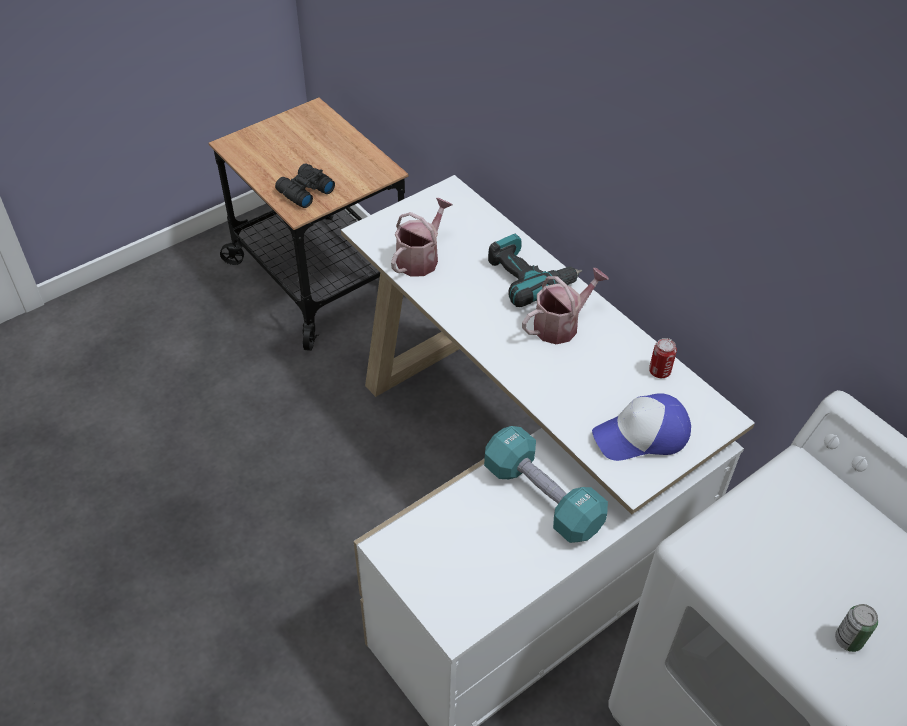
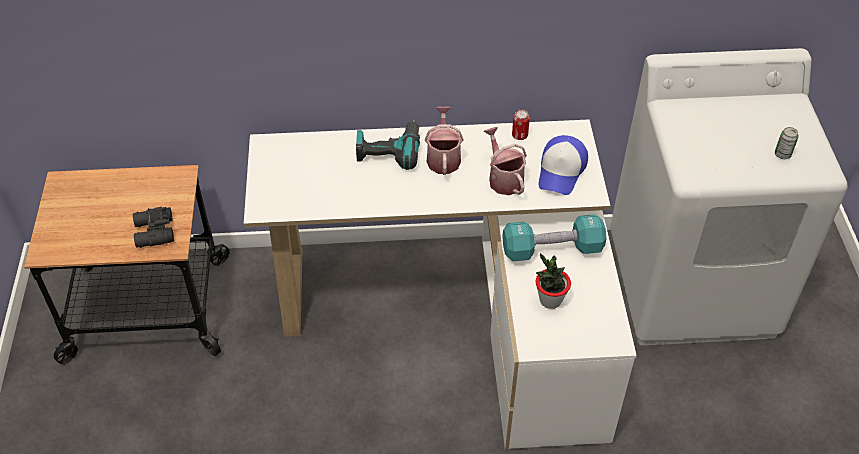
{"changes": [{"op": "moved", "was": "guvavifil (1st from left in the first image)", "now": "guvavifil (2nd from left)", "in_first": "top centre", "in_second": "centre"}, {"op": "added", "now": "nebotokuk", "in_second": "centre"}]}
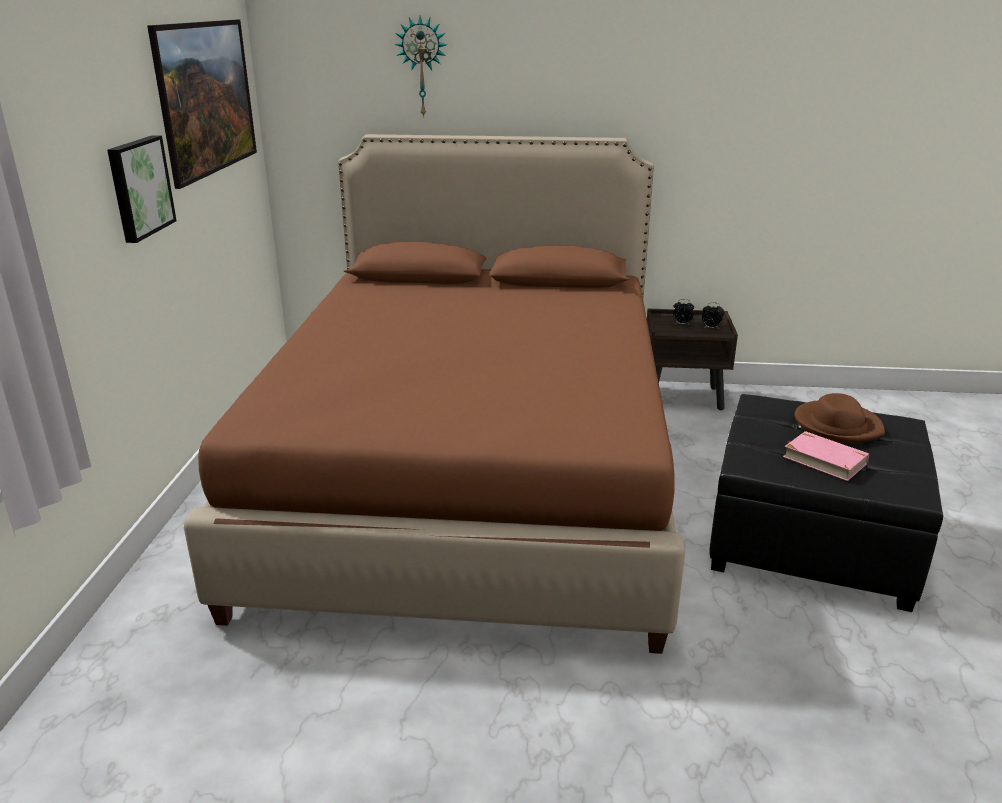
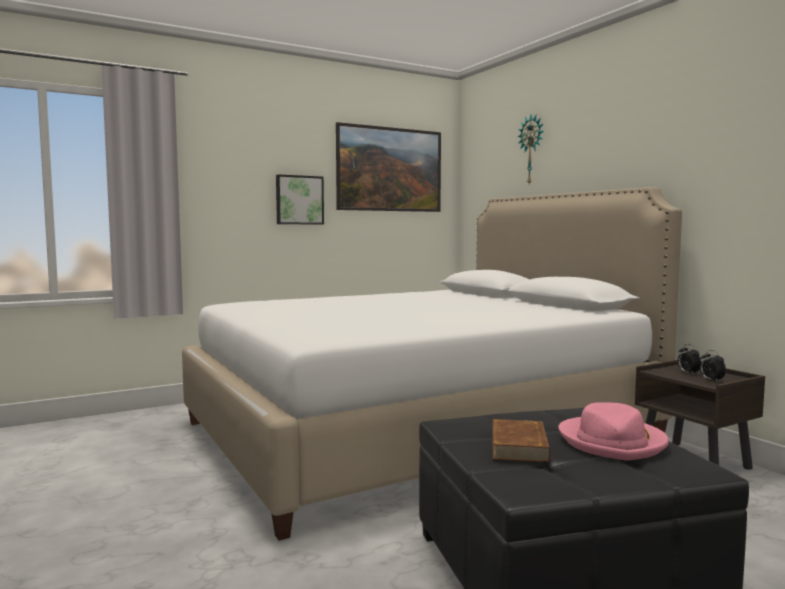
{"changes": [{"op": "recoloured", "was": "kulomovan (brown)", "now": "kulomovan (white)", "in_first": "centre", "in_second": "centre"}, {"op": "recoloured", "was": "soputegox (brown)", "now": "soputegox (pink)", "in_first": "middle right", "in_second": "bottom right"}, {"op": "recoloured", "was": "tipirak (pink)", "now": "tipirak (brown)", "in_first": "middle right", "in_second": "bottom centre"}]}
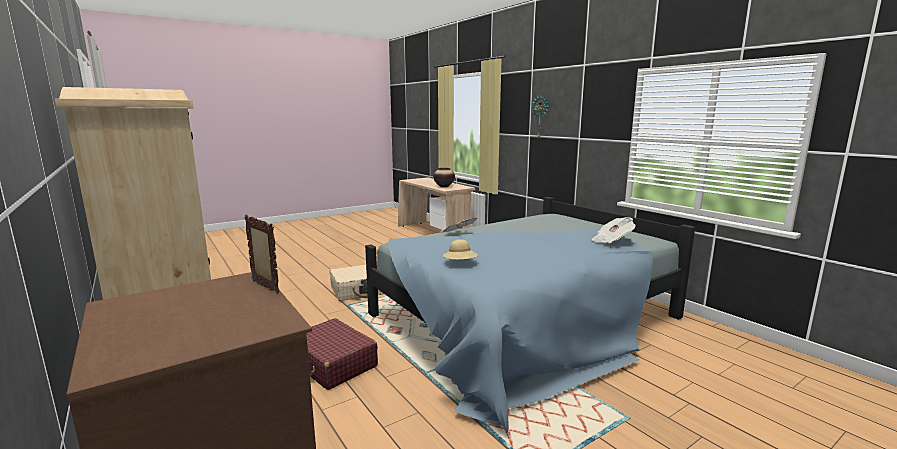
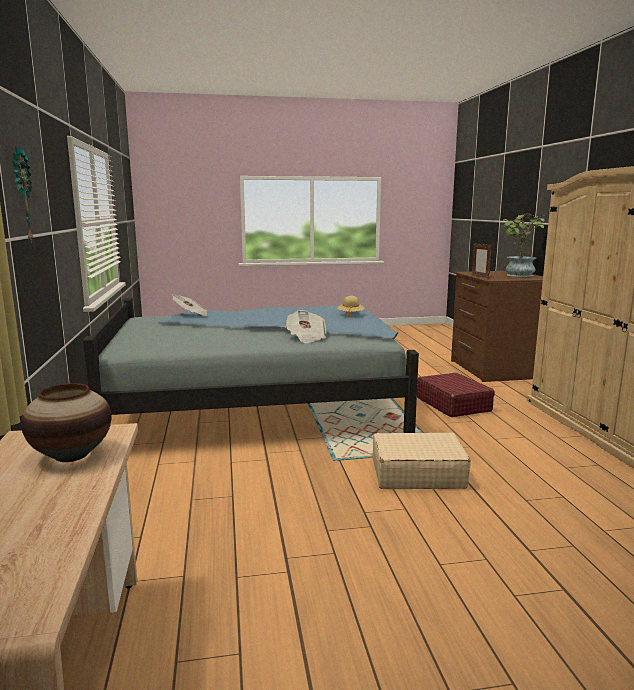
{"changes": [{"op": "added", "now": "nebotokuk", "in_second": "middle right"}]}
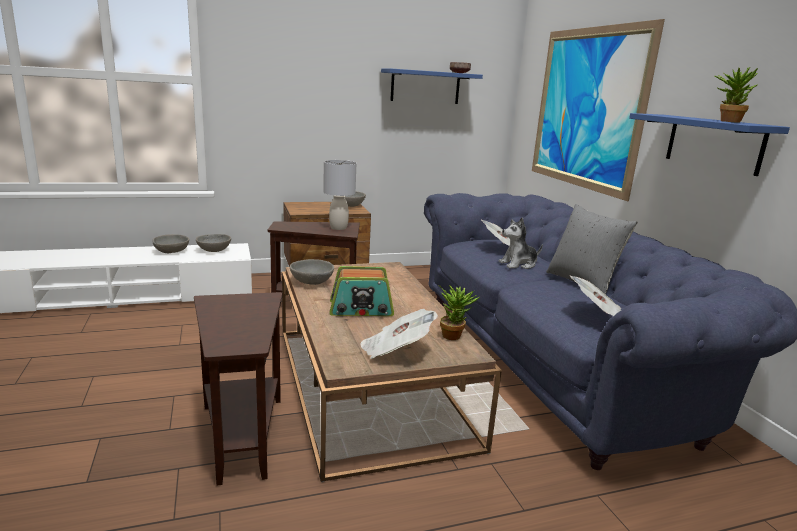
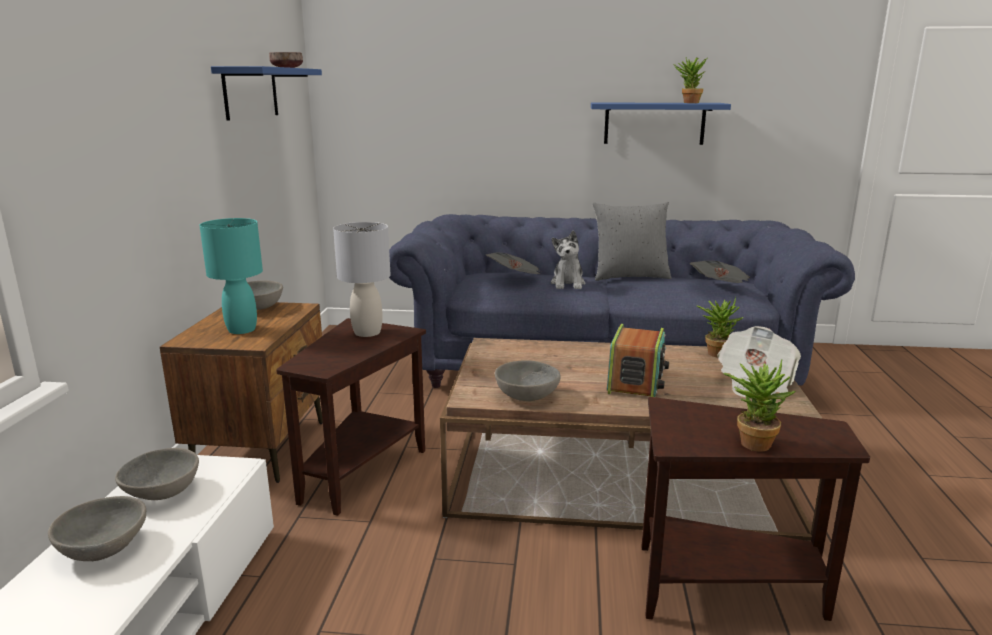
{"changes": [{"op": "removed", "was": "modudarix", "in_first": "top right"}, {"op": "added", "now": "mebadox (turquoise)", "in_second": "middle left"}, {"op": "added", "now": "nebotokuk (3rd from left)", "in_second": "middle right"}]}
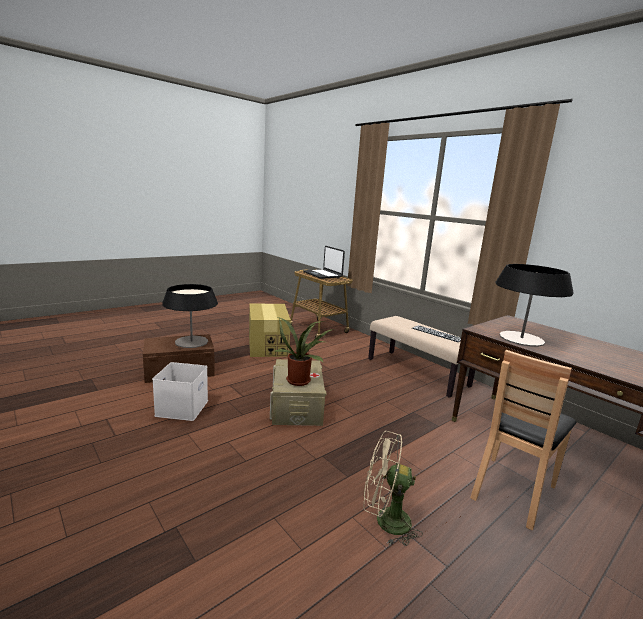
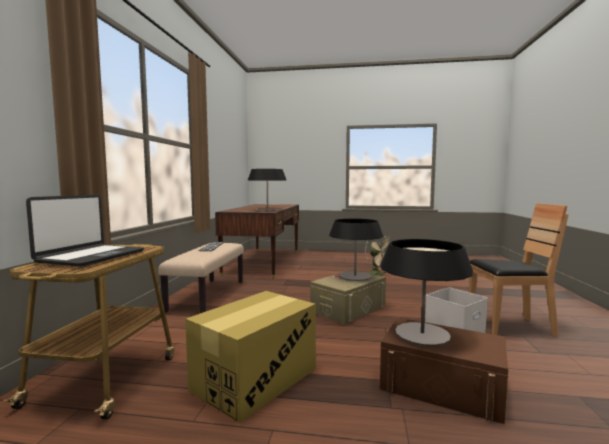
{"changes": [{"op": "replaced", "was": "nebotokuk", "now": "mebadox (2nd from left)", "in_first": "centre", "in_second": "centre"}, {"op": "moved", "was": "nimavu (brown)", "in_first": "bottom right", "in_second": "middle right"}]}
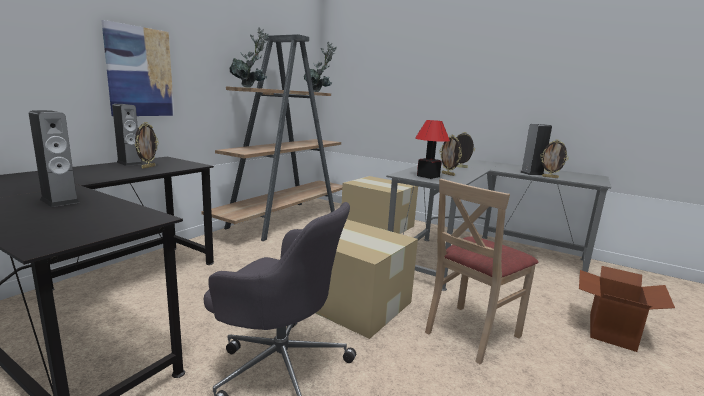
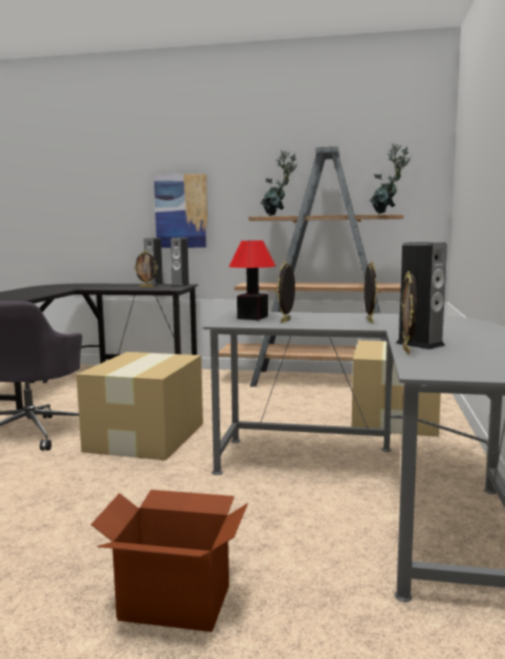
{"changes": [{"op": "moved", "was": "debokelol (1st from left in the first image)", "now": "debokelol (2nd from left)", "in_first": "middle left", "in_second": "centre"}, {"op": "removed", "was": "nimavu (beige)", "in_first": "bottom right"}]}
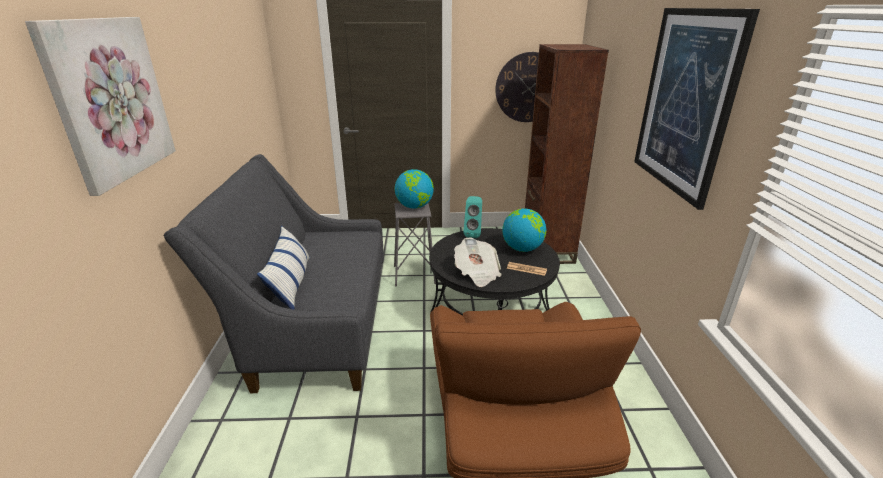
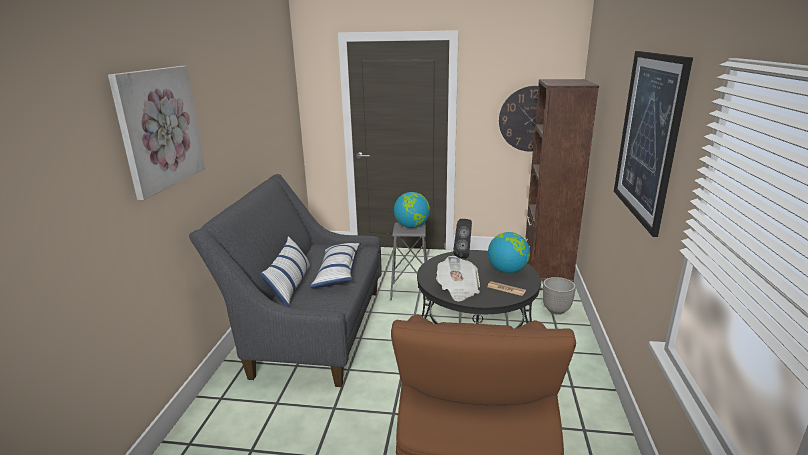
{"changes": [{"op": "recoloured", "was": "debokelol (turquoise)", "now": "debokelol (black)", "in_first": "centre", "in_second": "centre"}, {"op": "added", "now": "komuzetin (2nd from left)", "in_second": "centre"}, {"op": "added", "now": "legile", "in_second": "middle right"}]}
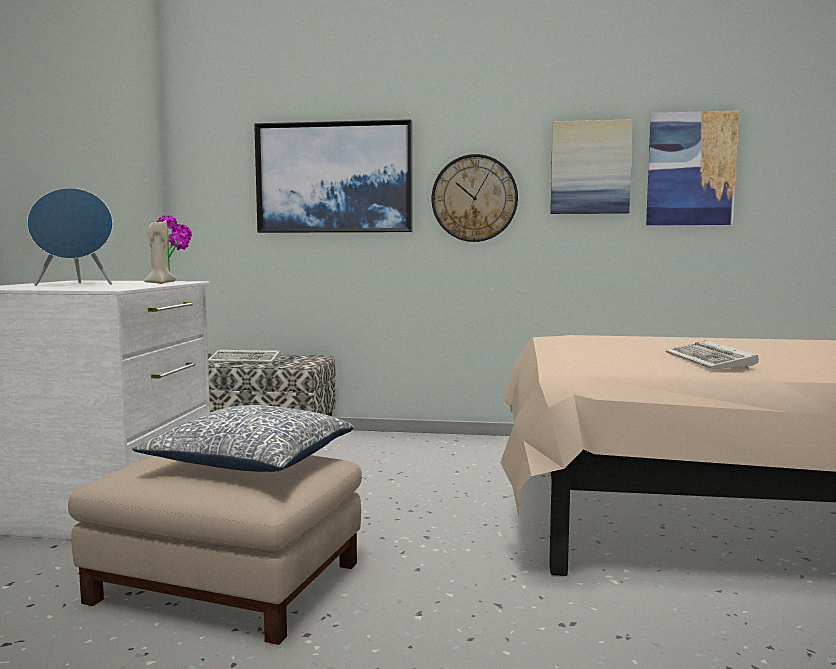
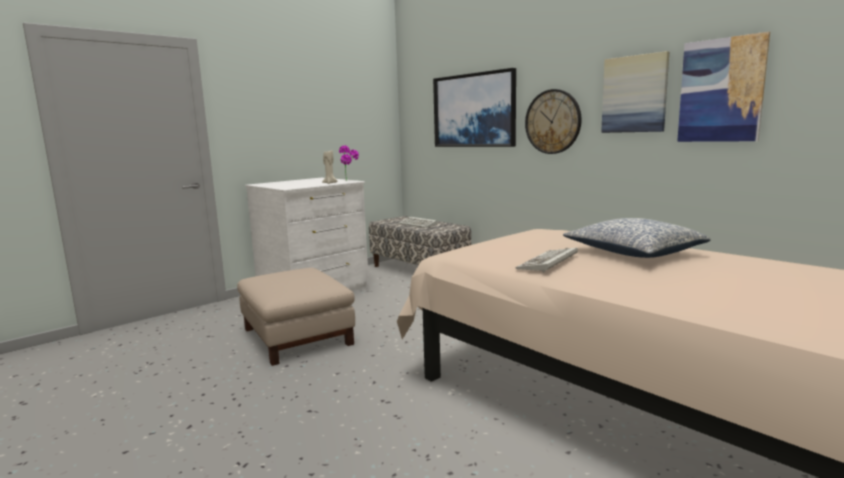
{"changes": [{"op": "removed", "was": "debokelol (blue)", "in_first": "middle left"}, {"op": "moved", "was": "komuzetin", "in_first": "middle left", "in_second": "middle right"}]}
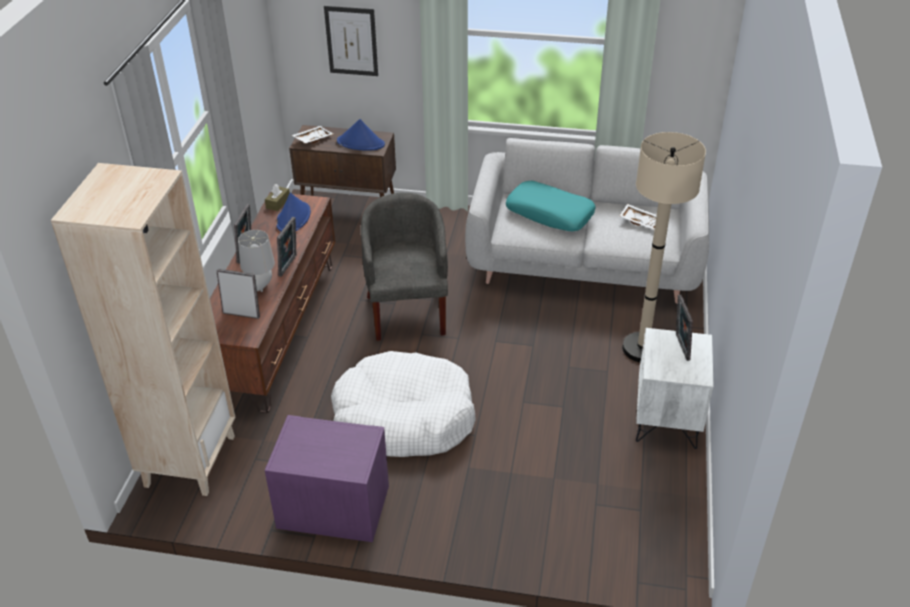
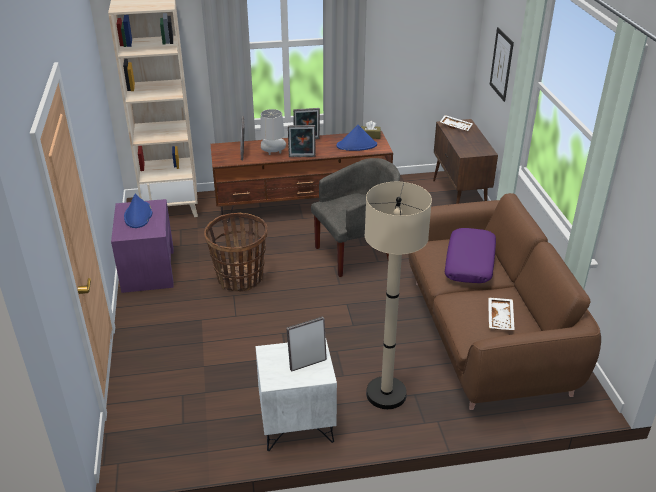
{"changes": [{"op": "moved", "was": "soputegox (blue) (2nd from left in the first image)", "now": "soputegox (blue) (1st from left)", "in_first": "top centre", "in_second": "middle left"}, {"op": "recoloured", "was": "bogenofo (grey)", "now": "bogenofo (brown)", "in_first": "centre", "in_second": "middle right"}, {"op": "recoloured", "was": "komuzetin (turquoise)", "now": "komuzetin (purple)", "in_first": "centre", "in_second": "middle right"}, {"op": "replaced", "was": "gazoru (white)", "now": "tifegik", "in_first": "centre", "in_second": "centre"}]}
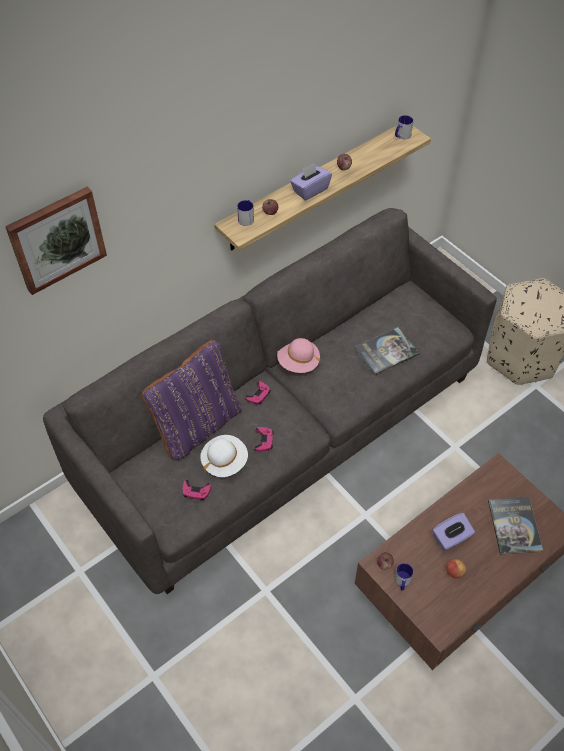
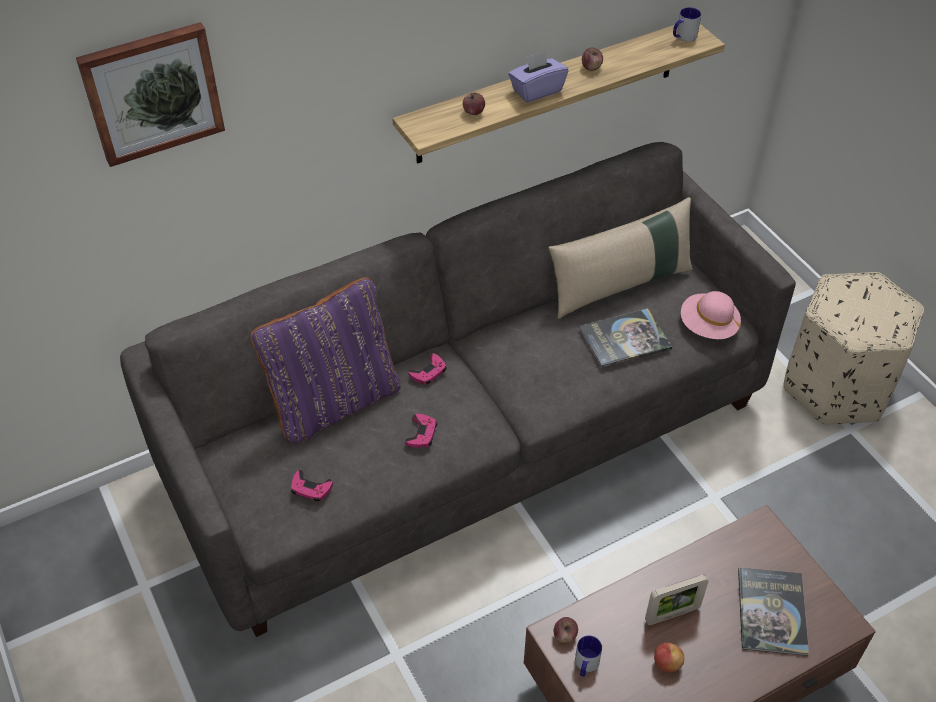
{"changes": [{"op": "removed", "was": "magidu (1st from left)", "in_first": "top centre"}, {"op": "moved", "was": "soputegox (pink)", "in_first": "centre", "in_second": "middle right"}, {"op": "removed", "was": "soputegox (white)", "in_first": "centre"}, {"op": "replaced", "was": "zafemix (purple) (2nd from left)", "now": "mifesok", "in_first": "bottom right", "in_second": "bottom right"}, {"op": "added", "now": "komuzetin (beige)", "in_second": "centre"}]}
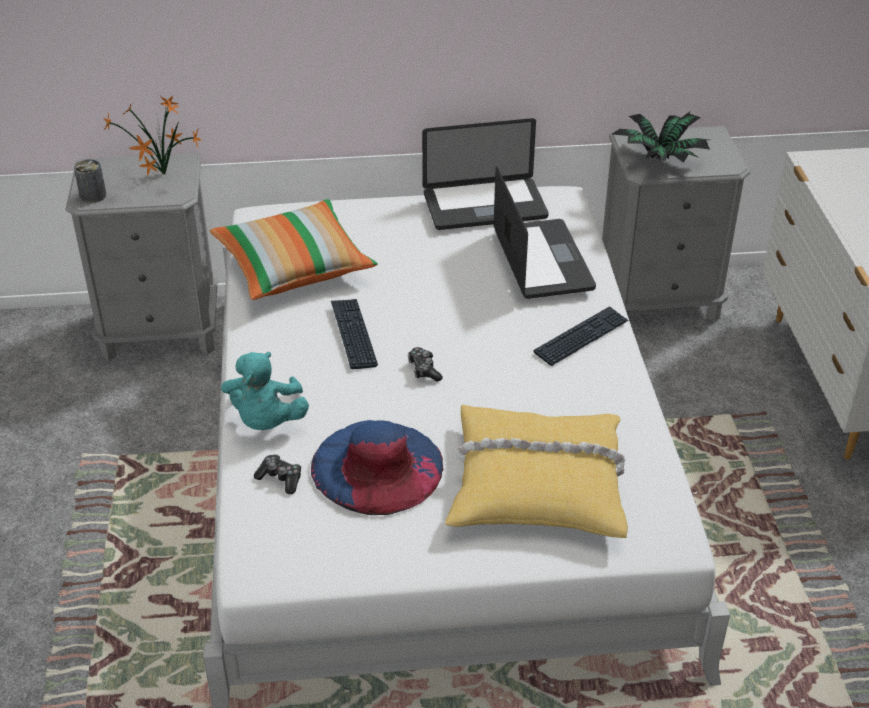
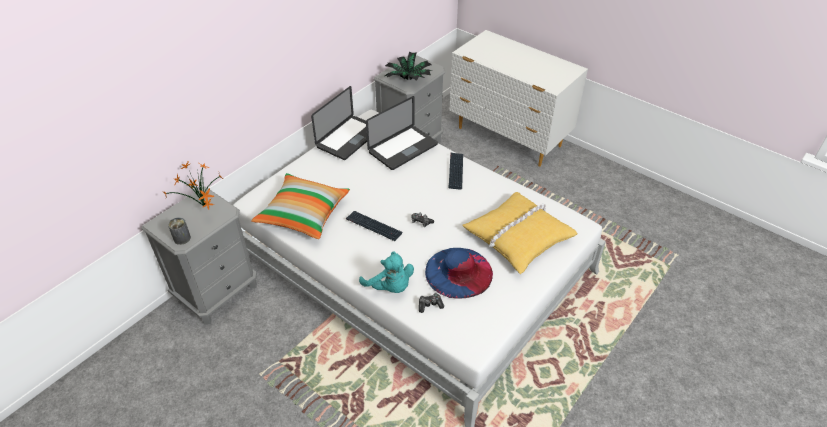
{"changes": [{"op": "turned", "was": "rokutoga (2nd from left)", "in_first": "top centre", "in_second": "top centre", "clockwise": 105}]}
